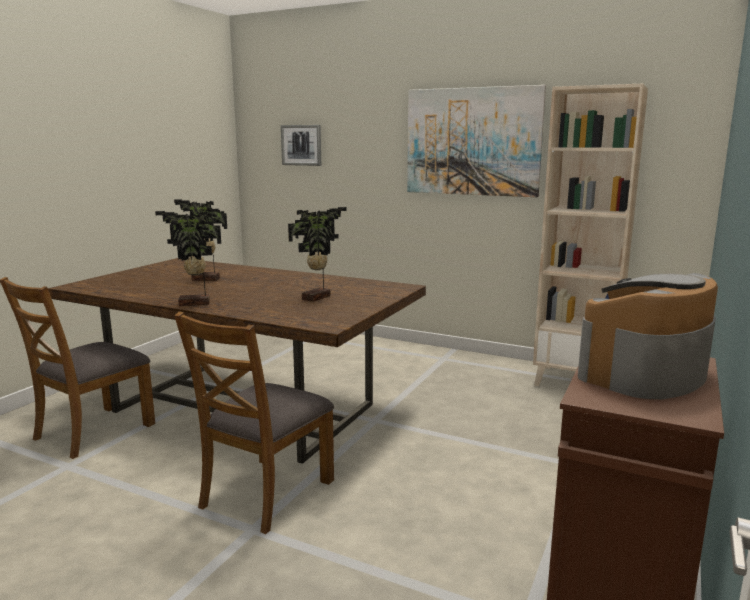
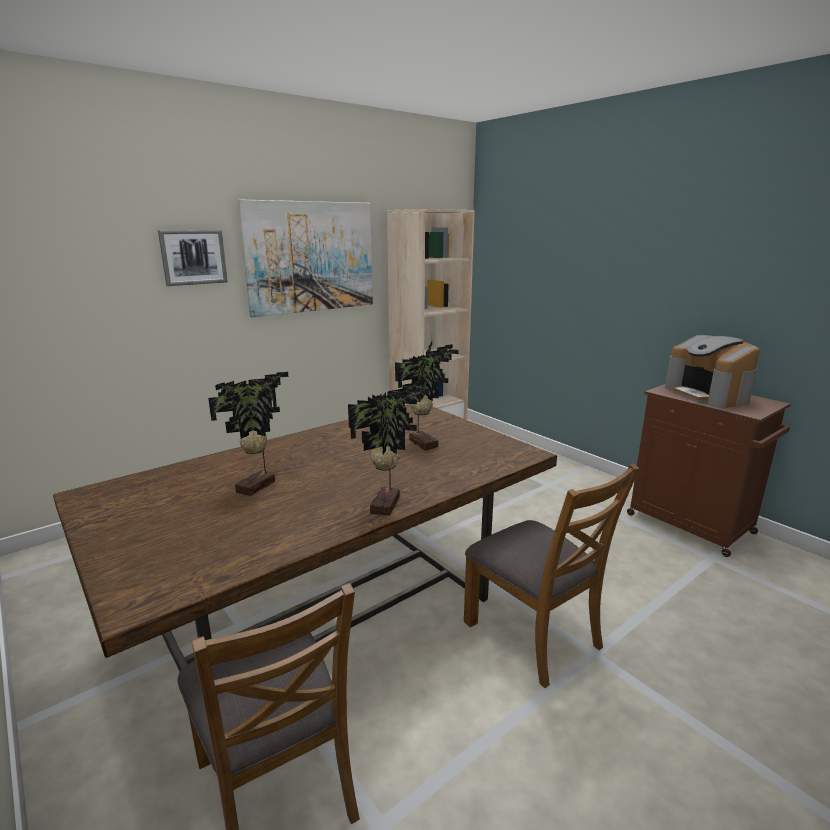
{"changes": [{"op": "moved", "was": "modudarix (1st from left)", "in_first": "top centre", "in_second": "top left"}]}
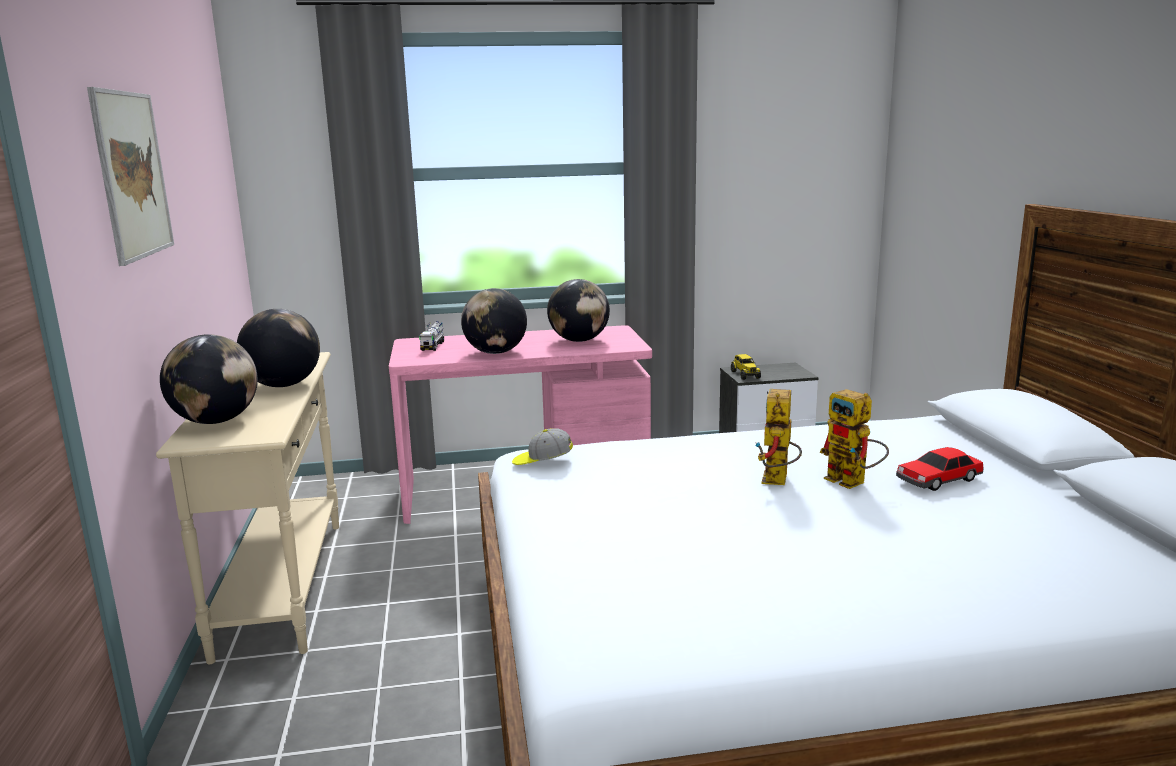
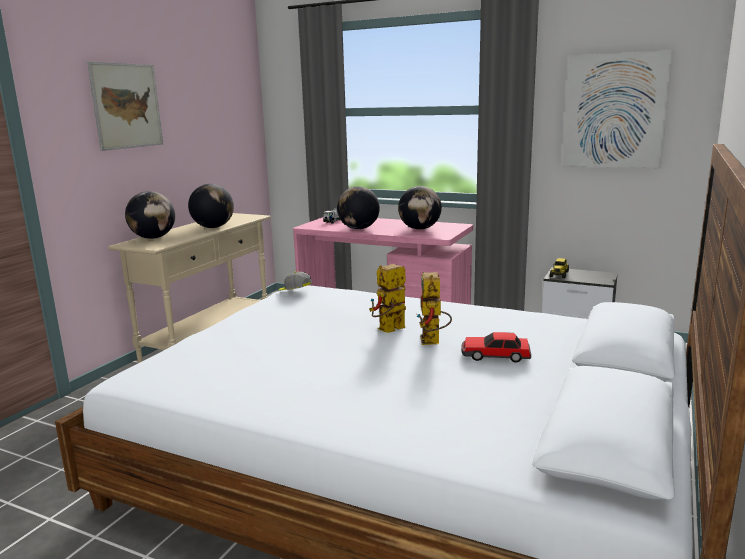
{"changes": [{"op": "added", "now": "modudarix (2nd from left)", "in_second": "top right"}]}
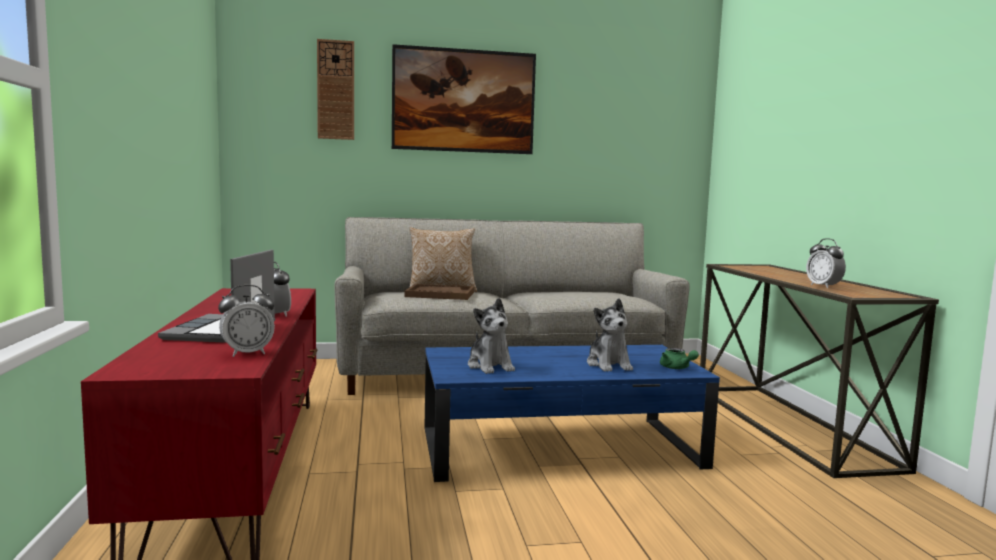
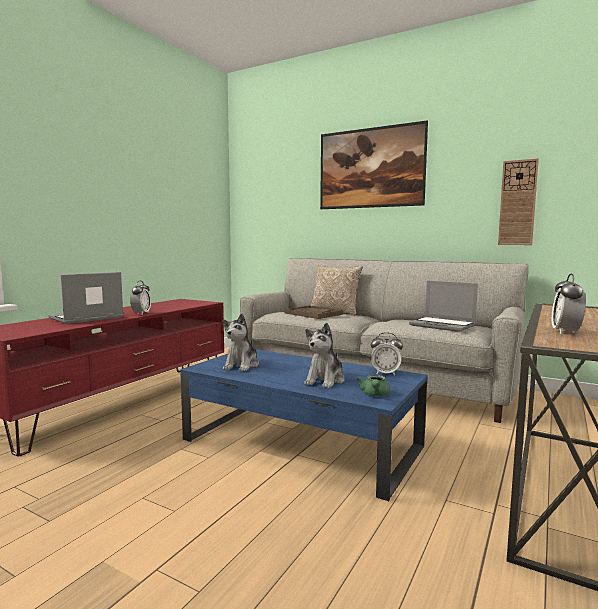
{"changes": [{"op": "moved", "was": "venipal", "in_first": "top centre", "in_second": "top right"}, {"op": "moved", "was": "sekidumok (1st from left in the first image)", "now": "sekidumok (2nd from left)", "in_first": "middle left", "in_second": "centre"}, {"op": "added", "now": "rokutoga (2nd from left)", "in_second": "middle right"}]}
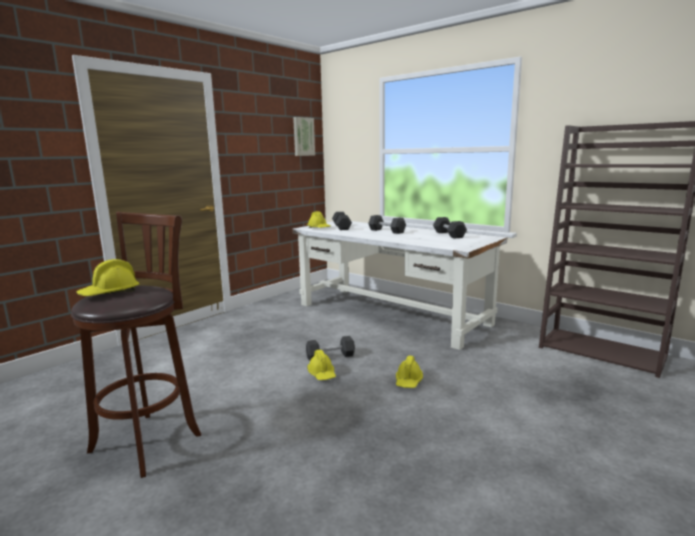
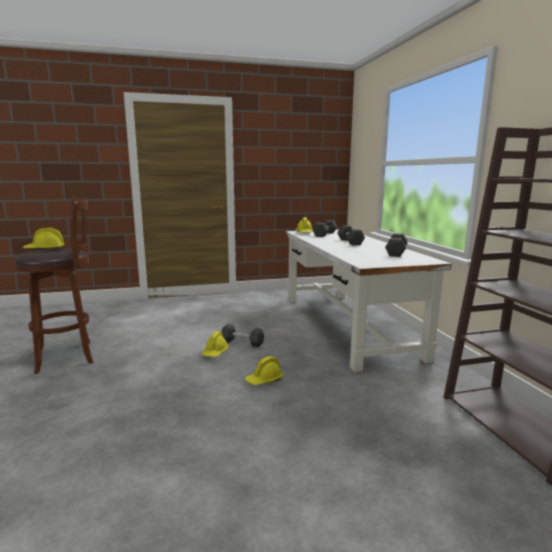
{"changes": [{"op": "removed", "was": "modudarix", "in_first": "top centre"}]}
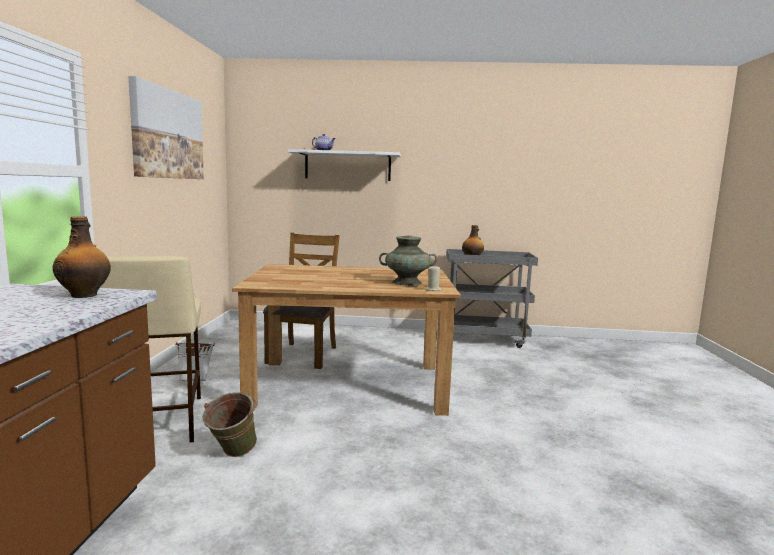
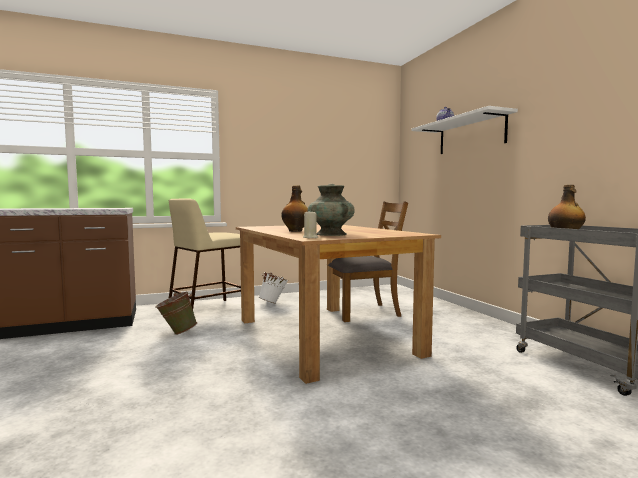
{"changes": [{"op": "removed", "was": "modudarix", "in_first": "top left"}, {"op": "moved", "was": "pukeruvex (1st from left)", "in_first": "middle left", "in_second": "centre"}]}
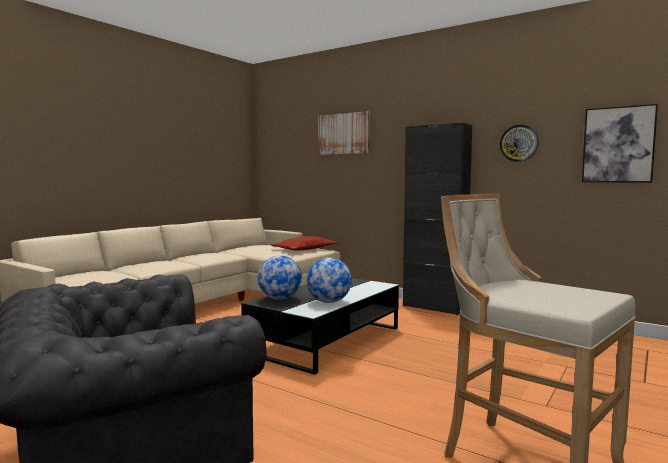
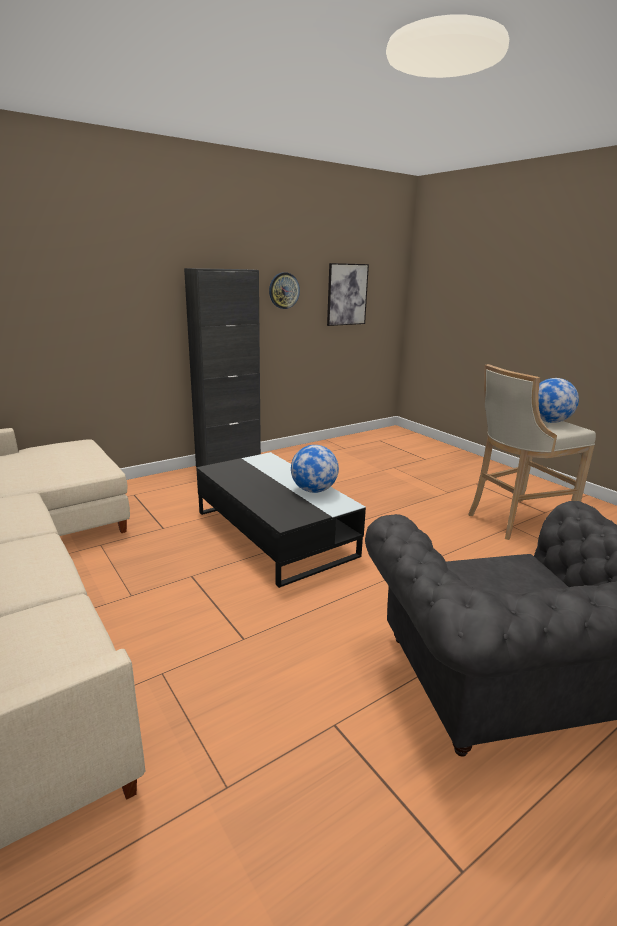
{"changes": [{"op": "removed", "was": "modudarix (1st from left)", "in_first": "top centre"}, {"op": "removed", "was": "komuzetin", "in_first": "centre"}, {"op": "moved", "was": "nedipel (1st from left in the first image)", "now": "nedipel (2nd from left)", "in_first": "centre", "in_second": "middle right"}]}
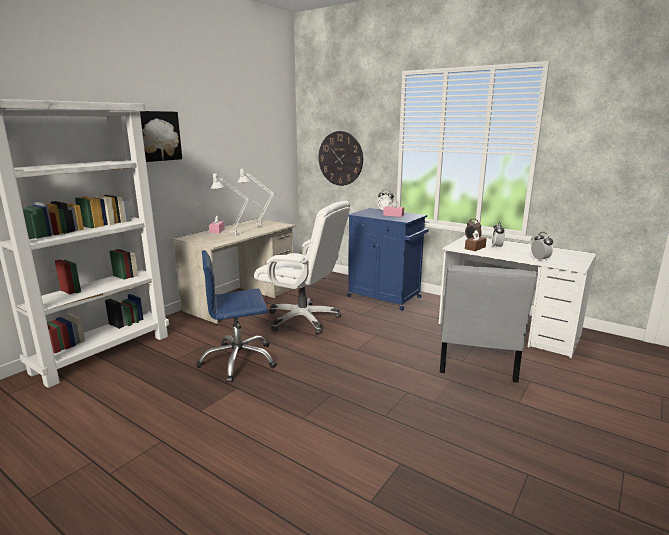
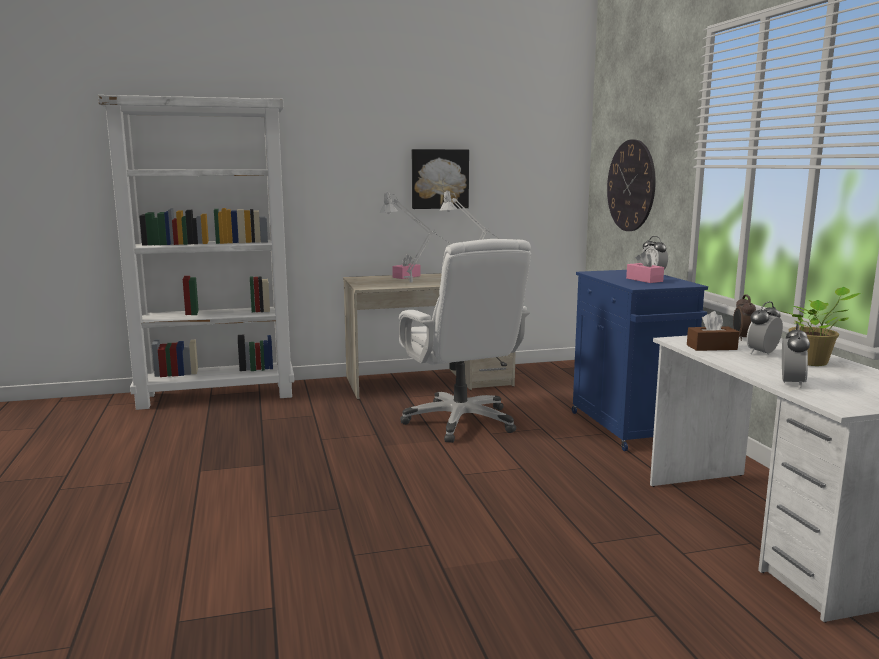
{"changes": [{"op": "moved", "was": "modudarix", "in_first": "top left", "in_second": "top centre"}, {"op": "removed", "was": "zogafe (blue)", "in_first": "centre"}, {"op": "removed", "was": "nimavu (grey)", "in_first": "middle right"}, {"op": "added", "now": "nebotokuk", "in_second": "middle right"}]}
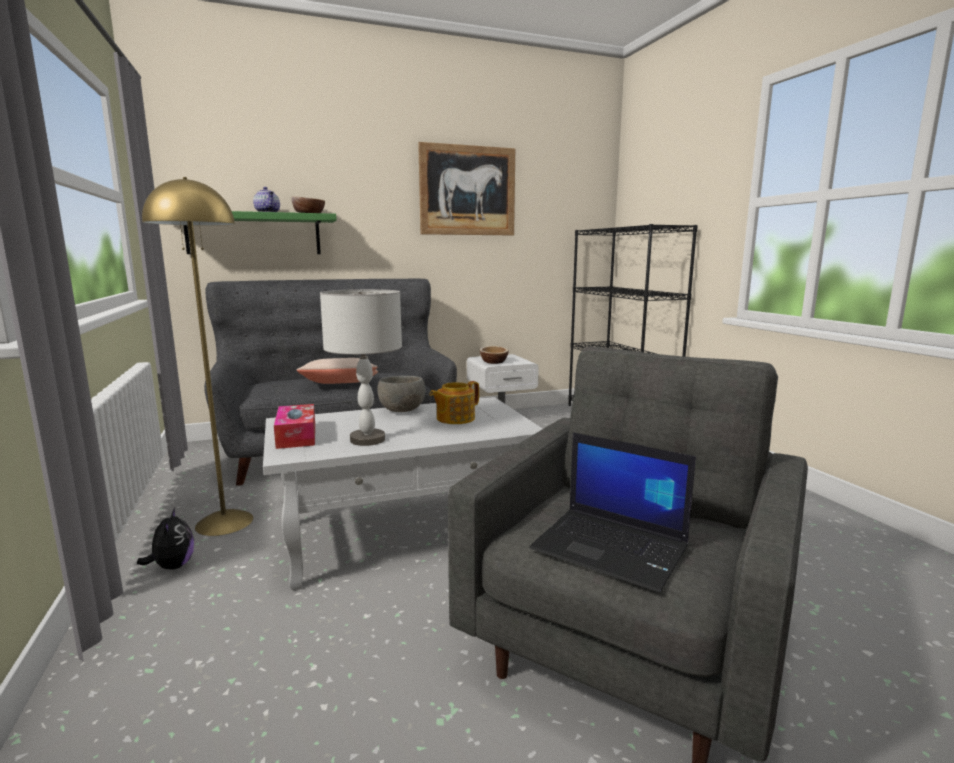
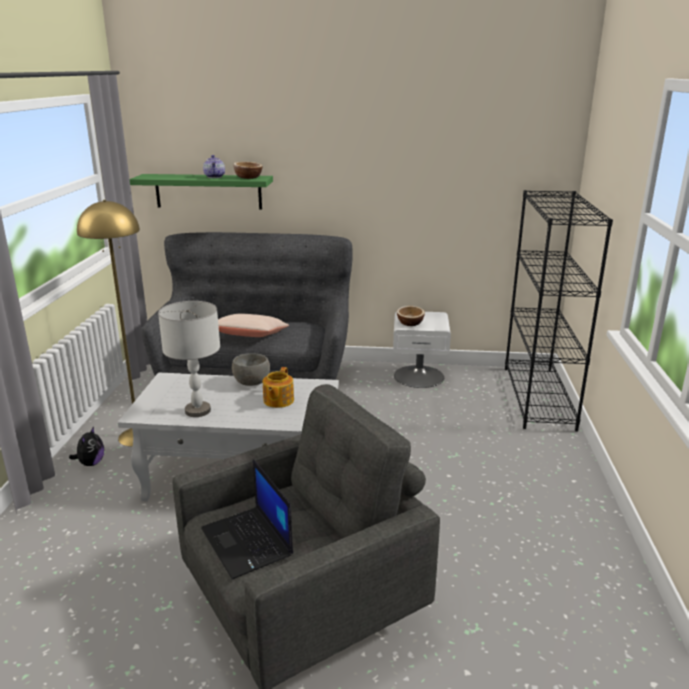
{"changes": [{"op": "removed", "was": "modudarix", "in_first": "top centre"}, {"op": "turned", "was": "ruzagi (2nd from left)", "in_first": "centre", "in_second": "centre", "clockwise": -60}, {"op": "removed", "was": "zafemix", "in_first": "middle left"}]}
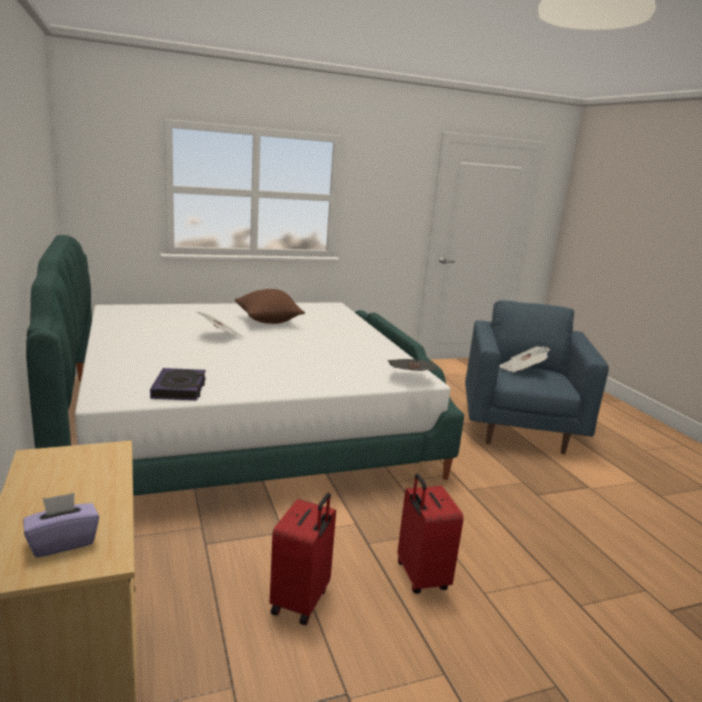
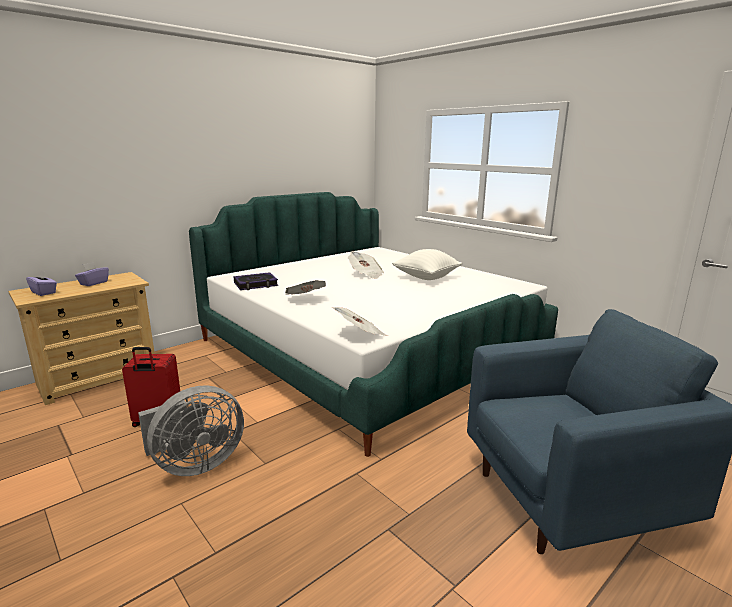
{"changes": [{"op": "recoloured", "was": "komuzetin (brown)", "now": "komuzetin (white)", "in_first": "centre", "in_second": "centre"}, {"op": "moved", "was": "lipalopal (3rd from left in the first image)", "now": "lipalopal (1st from left)", "in_first": "middle right", "in_second": "centre"}, {"op": "replaced", "was": "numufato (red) (2nd from left)", "now": "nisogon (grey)", "in_first": "bottom centre", "in_second": "bottom left"}, {"op": "added", "now": "zafemix (purple) (2nd from left)", "in_second": "middle left"}]}
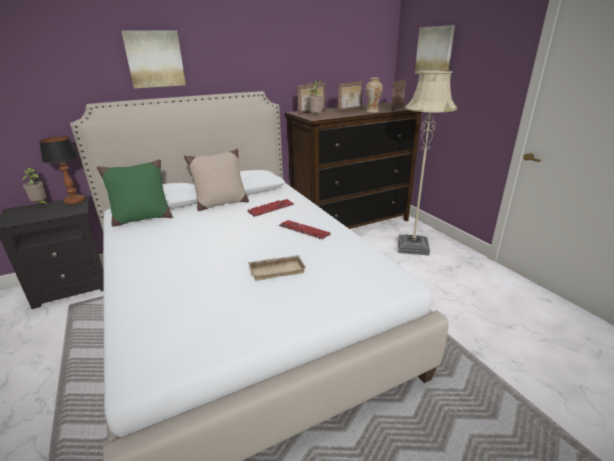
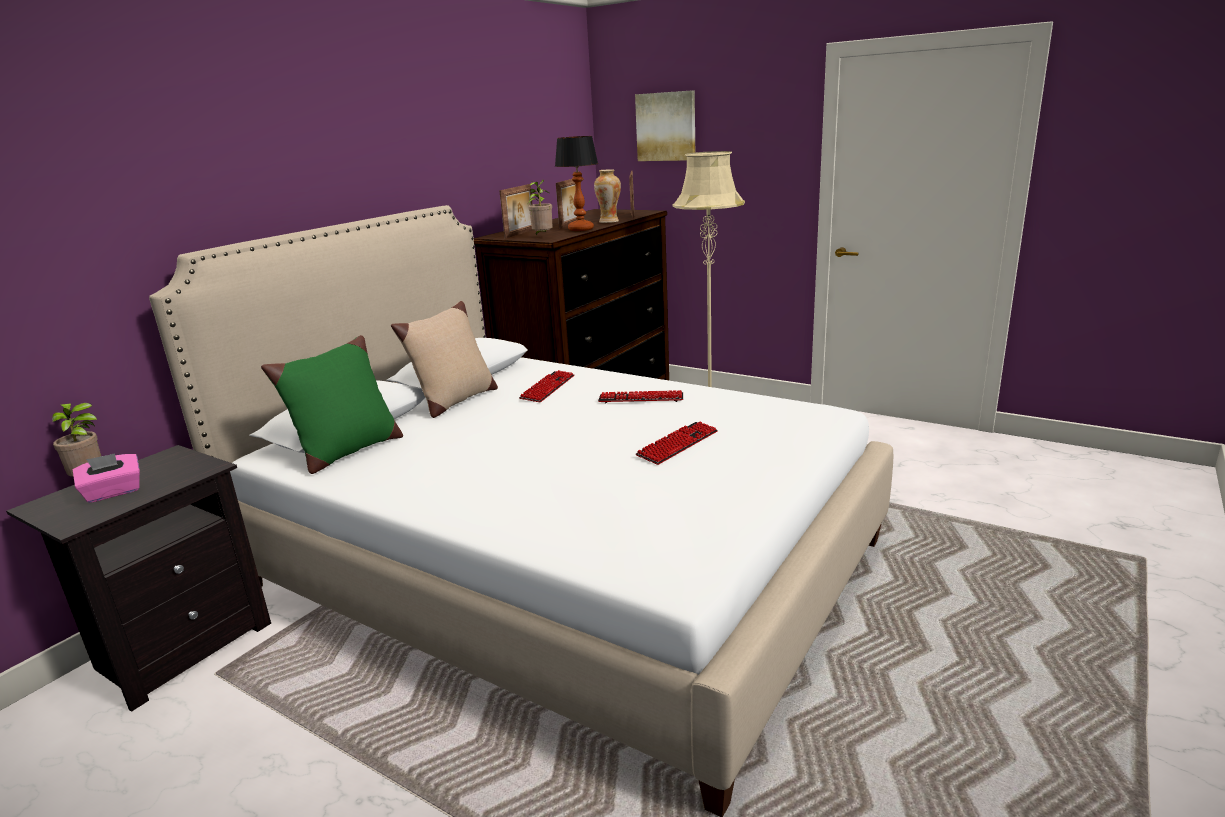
{"changes": [{"op": "removed", "was": "modudarix (1st from left)", "in_first": "top left"}, {"op": "moved", "was": "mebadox", "in_first": "middle left", "in_second": "top centre"}, {"op": "replaced", "was": "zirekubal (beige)", "now": "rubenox (3rd from left)", "in_first": "centre", "in_second": "centre"}, {"op": "added", "now": "zafemix (pink)", "in_second": "middle left"}]}
